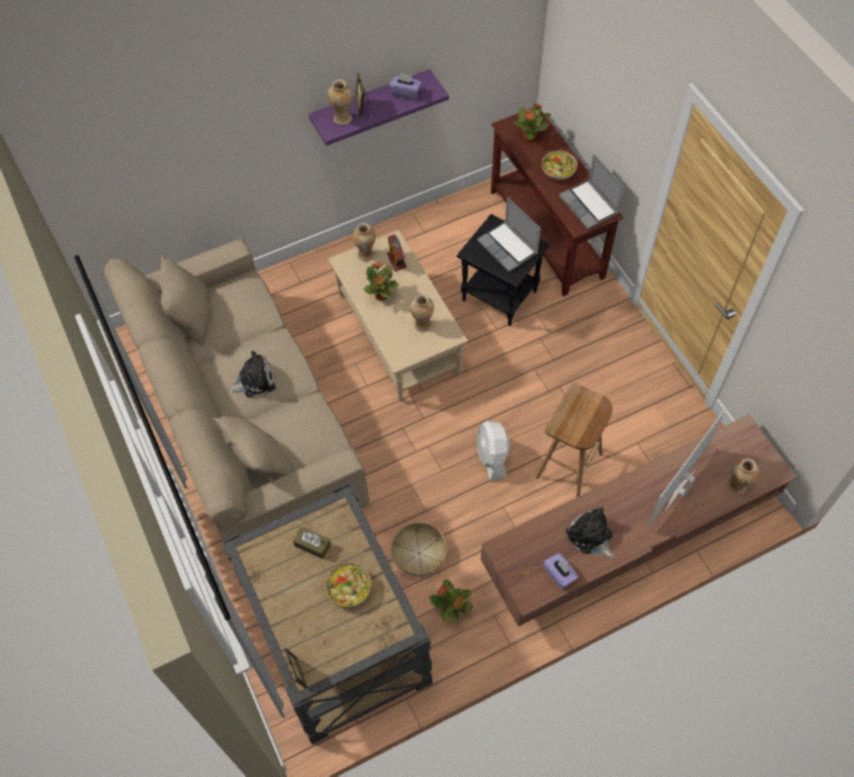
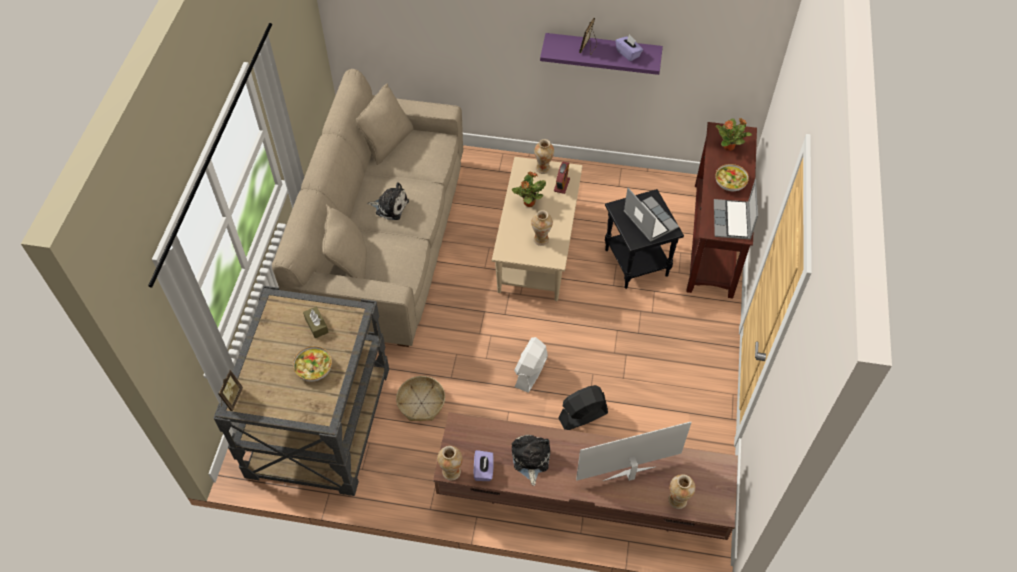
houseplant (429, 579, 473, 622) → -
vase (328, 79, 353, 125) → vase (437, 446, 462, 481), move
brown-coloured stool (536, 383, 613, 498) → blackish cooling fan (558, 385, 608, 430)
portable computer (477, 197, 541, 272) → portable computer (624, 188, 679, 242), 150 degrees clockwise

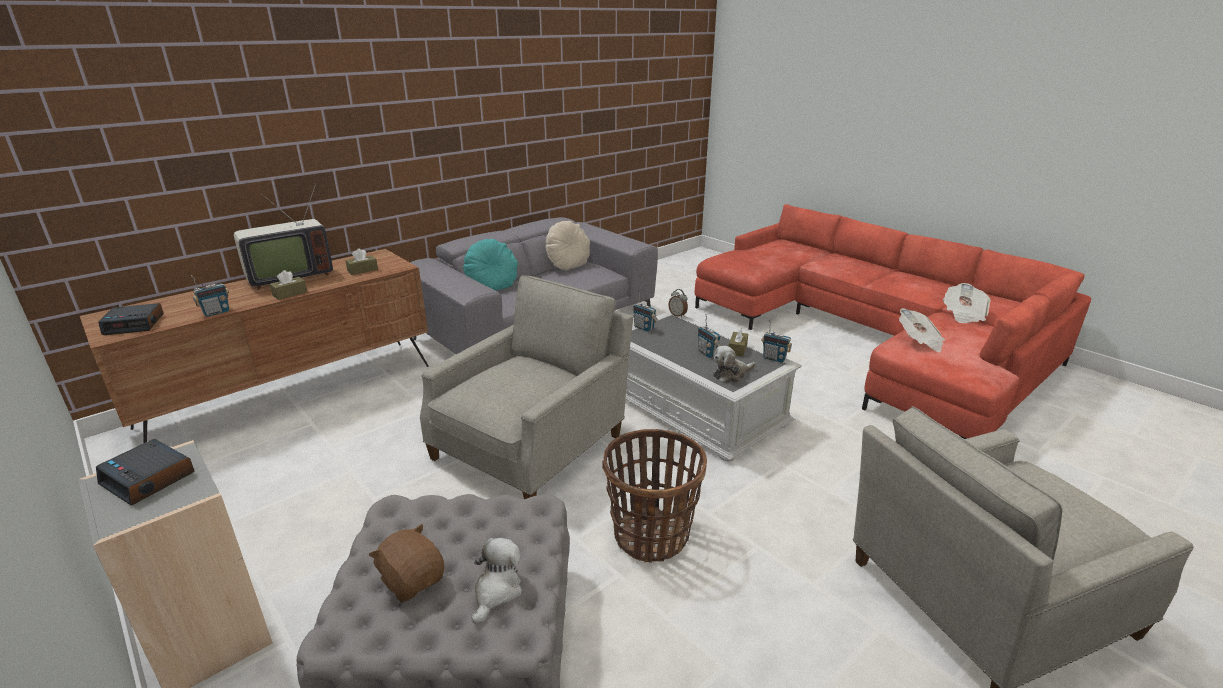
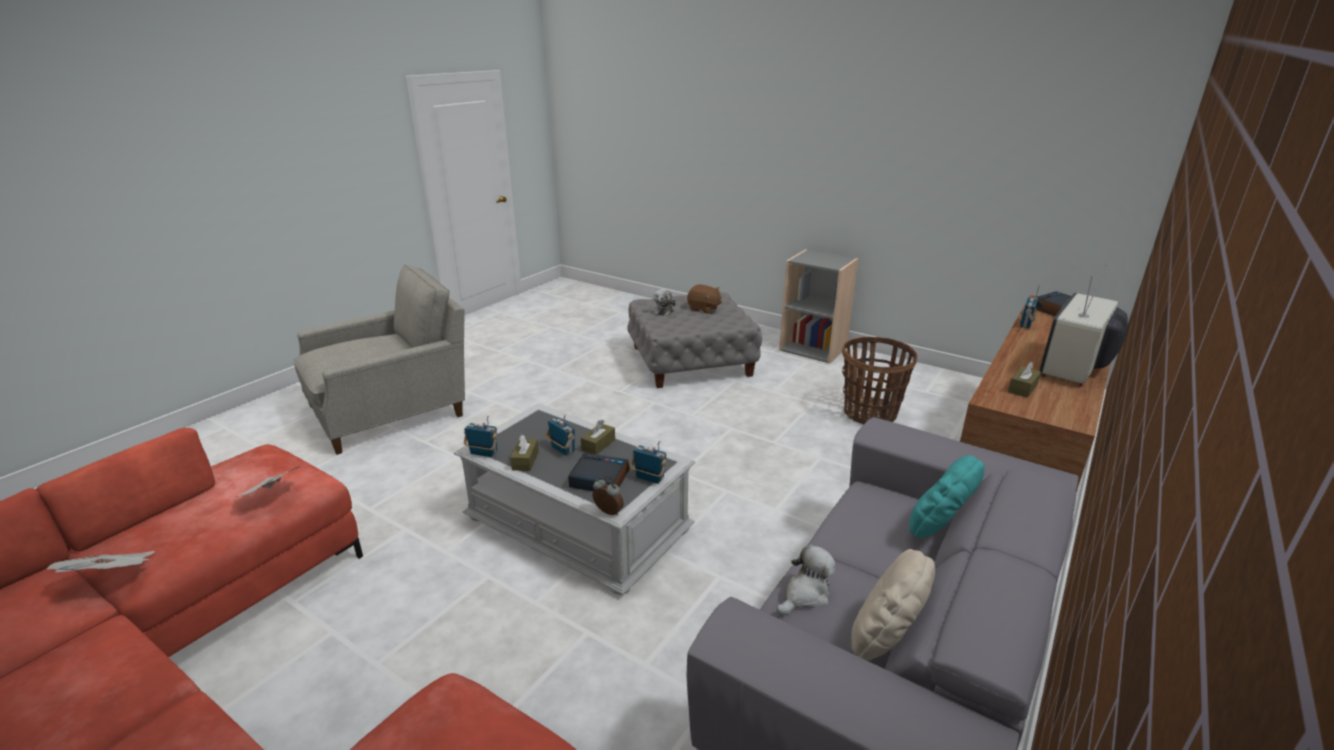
greyish lounge chair (420, 275, 633, 499) → -
bedside clock (96, 439, 194, 506) → bedside clock (568, 452, 630, 491), move
brown-coloured box of tissues (270, 270, 307, 300) → brown-coloured box of tissues (581, 420, 615, 454), move
storage basket (602, 429, 707, 563) → storage basket (842, 337, 917, 424), move
cuddly toy (713, 346, 756, 383) → cuddly toy (776, 544, 836, 615), move

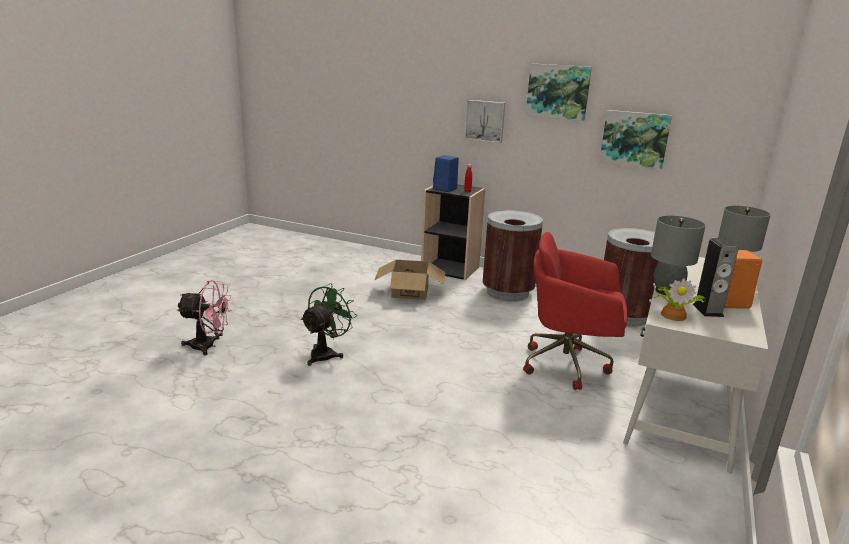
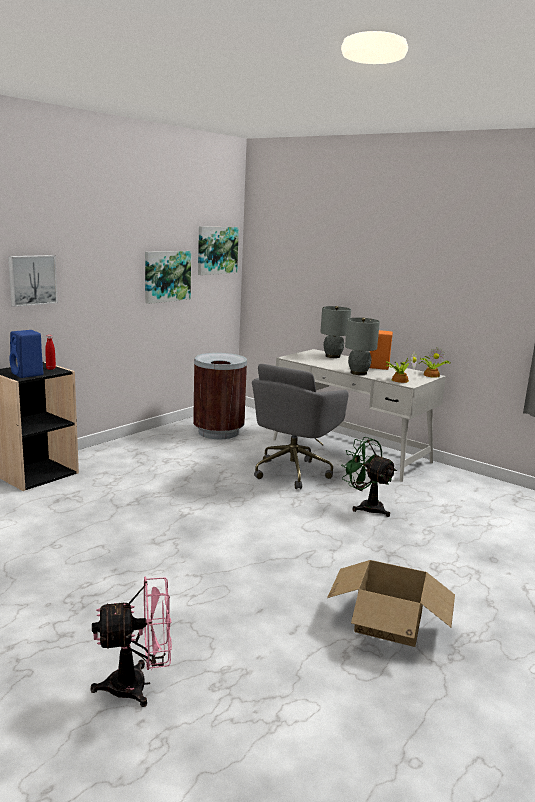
brown-coloured rubbish bin (483, 210, 543, 301) → -
speaker (693, 238, 739, 317) → -
- → houseplant (420, 348, 450, 378)
green cooling fan (301, 283, 357, 366) → green cooling fan (341, 437, 397, 517), move
carton (375, 260, 446, 300) → carton (327, 560, 455, 647), move
wall picture (526, 63, 592, 121) → wall picture (198, 226, 239, 275), move
reddish office chair (523, 232, 628, 390) → greyish office chair (252, 364, 349, 489)
pink cooling fan (177, 280, 231, 356) → pink cooling fan (91, 576, 172, 707), 60 degrees clockwise

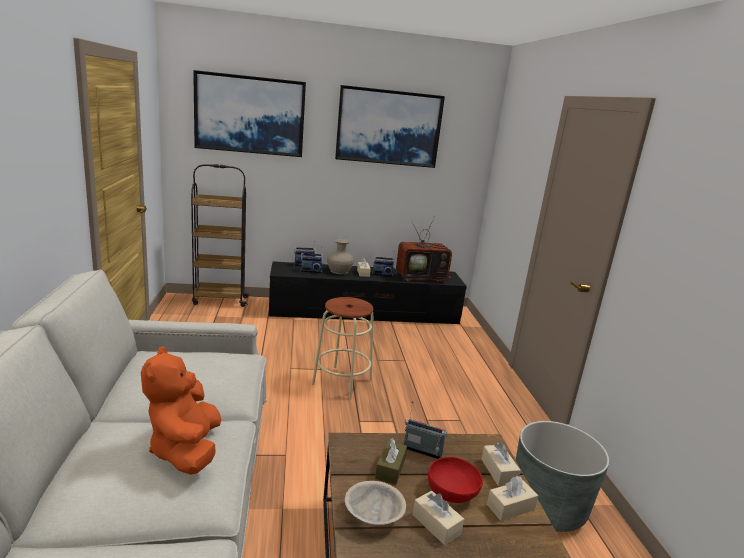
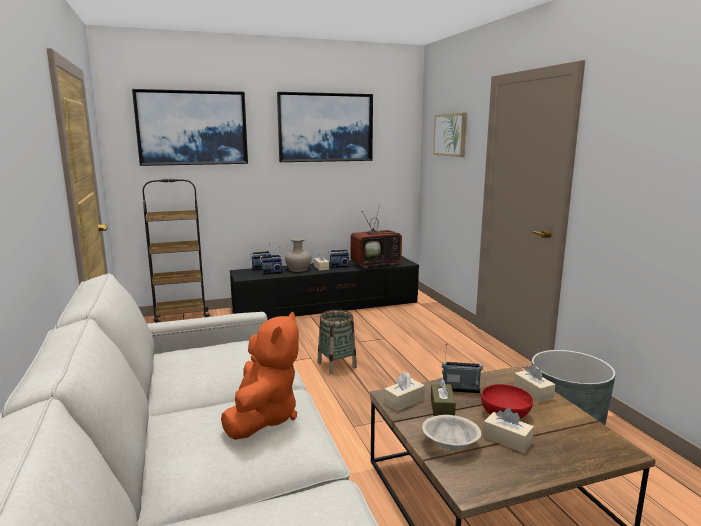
- → wall picture (433, 113, 467, 157)
sand-coloured box of tissues (487, 476, 538, 521) → sand-coloured box of tissues (384, 372, 425, 411), move
sand-coloured stool (312, 297, 373, 400) → storage basket (317, 310, 357, 374)
orange-coloured cuddly toy (141, 346, 221, 475) → orange-coloured cuddly toy (221, 312, 299, 440), 150 degrees counterclockwise

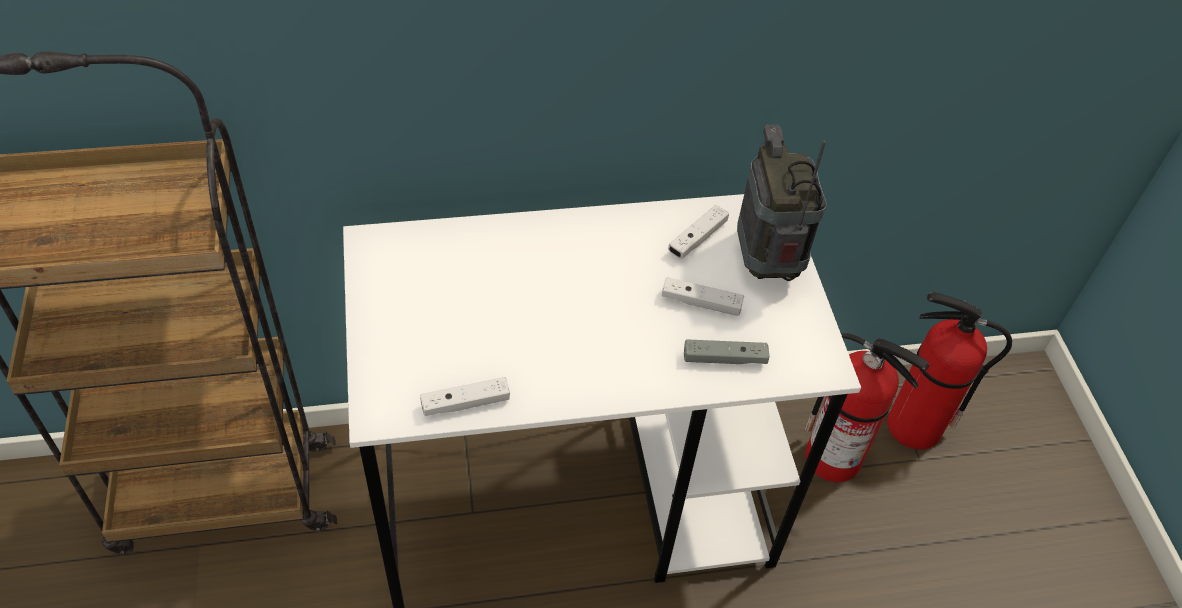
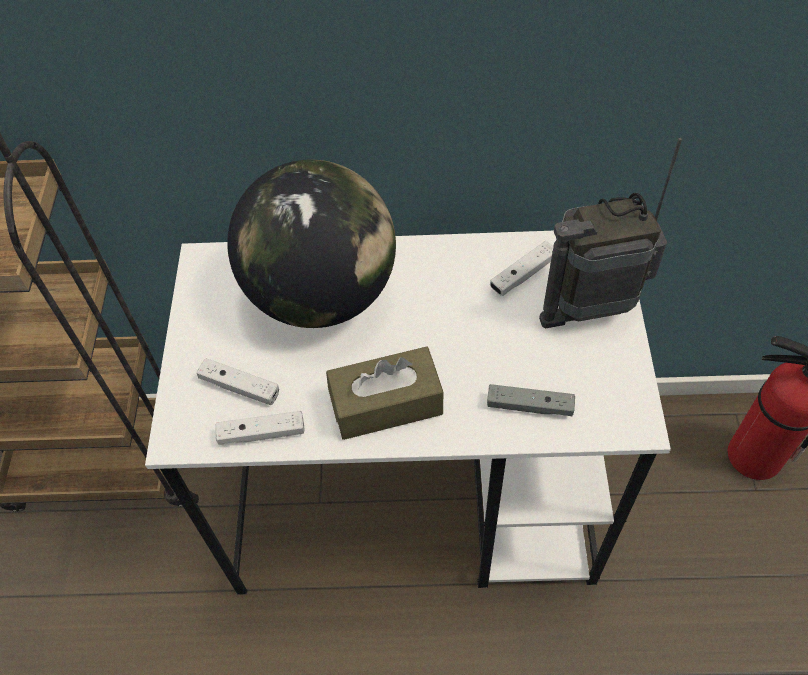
extinguisher (805, 333, 929, 482) → -
- → globe (227, 159, 396, 328)
- → brown-coloured box of tissues (326, 346, 443, 440)
white gamepad (662, 277, 744, 316) → white gamepad (197, 358, 279, 405), move
radio (737, 125, 827, 281) → radio (539, 138, 682, 328), 105 degrees counterclockwise

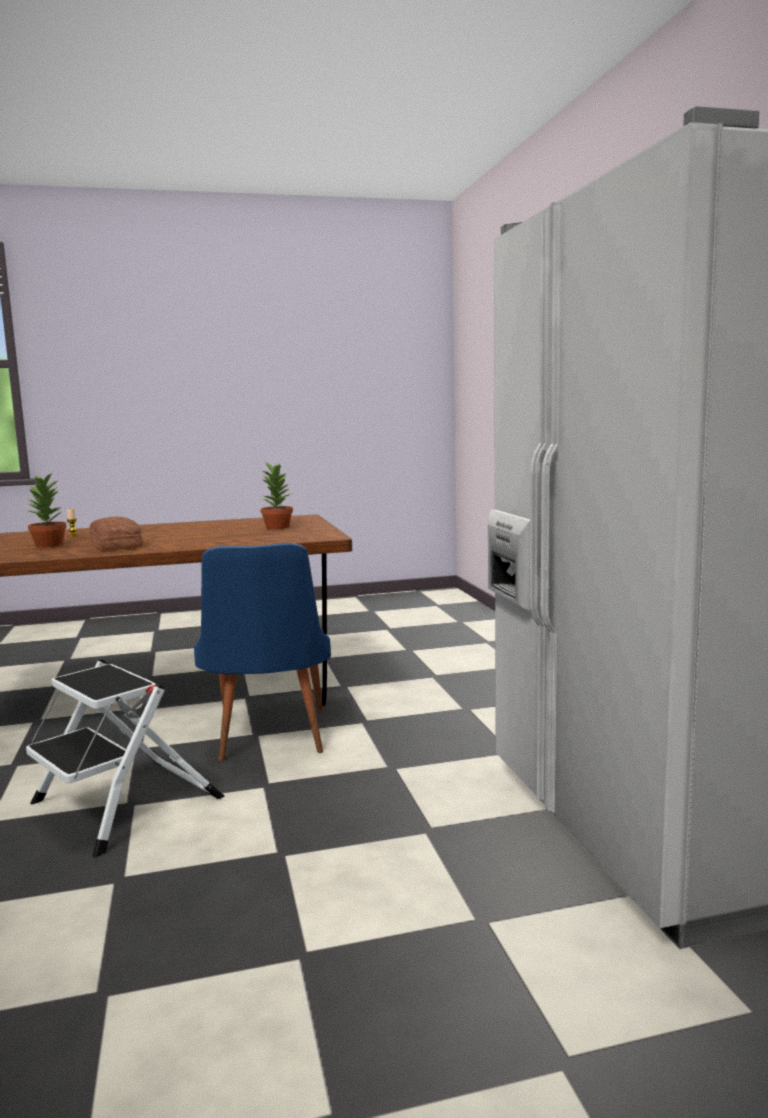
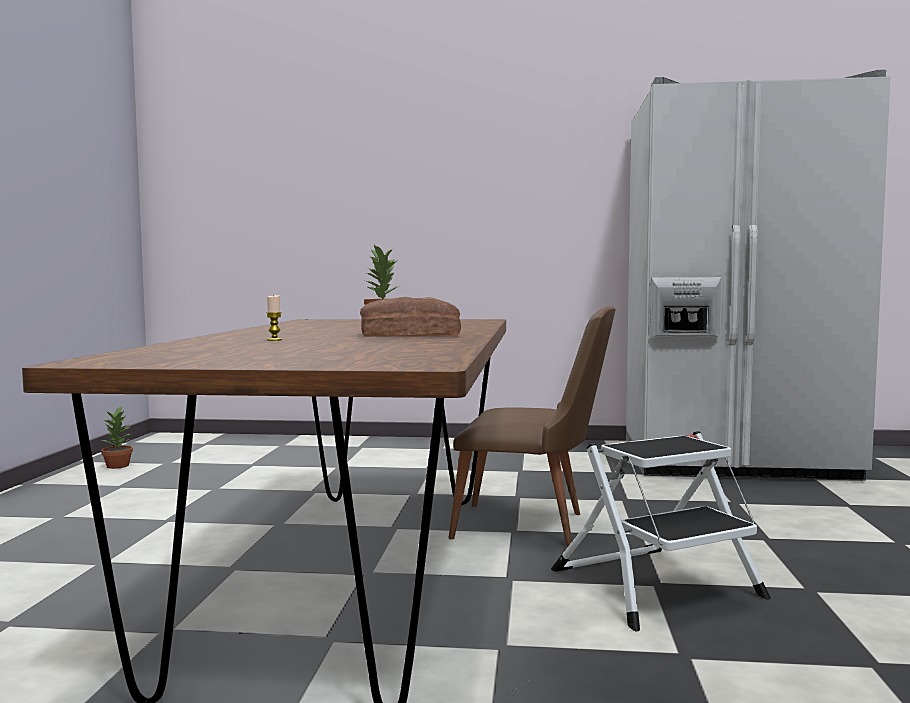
houseplant (25, 473, 67, 548) → houseplant (101, 406, 133, 469), move
blue plain chair (194, 543, 331, 761) → brown-coloured plain chair (449, 306, 616, 547)

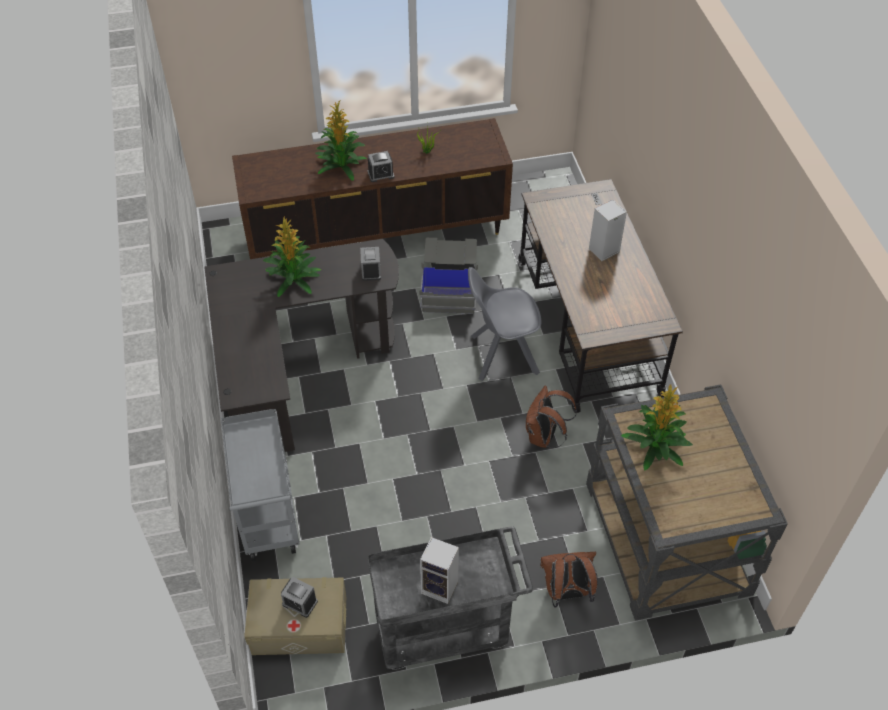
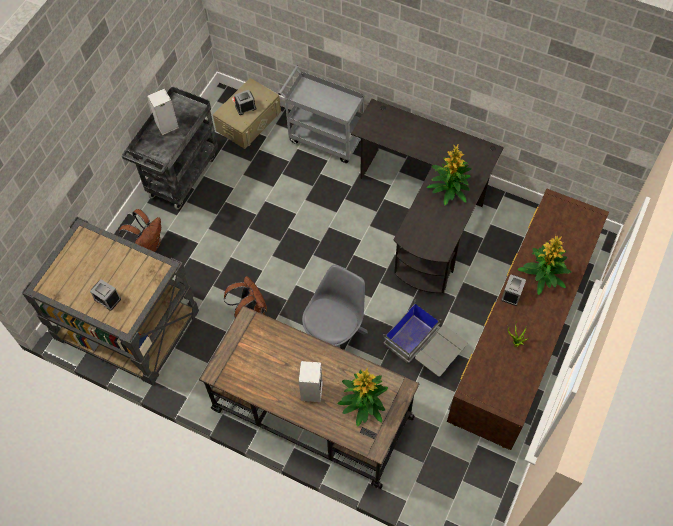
bedside clock (360, 247, 381, 281) → bedside clock (90, 279, 121, 311), move
houseplant (621, 384, 693, 471) → houseplant (337, 367, 388, 427), move

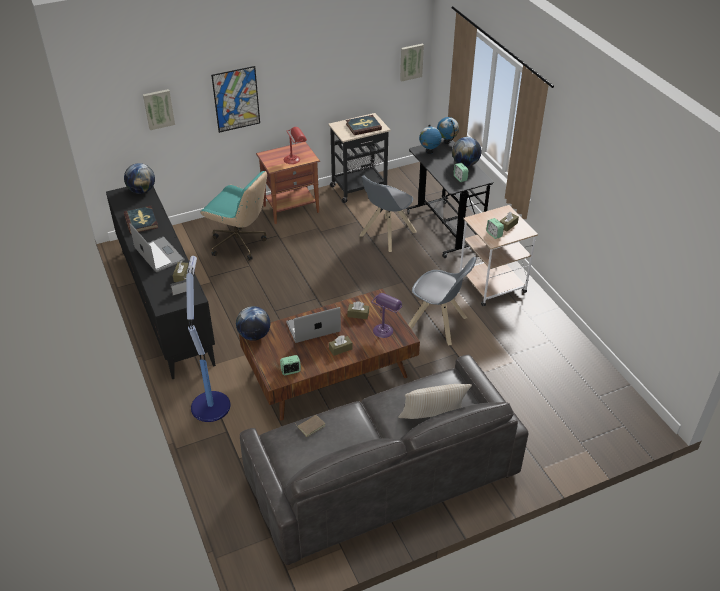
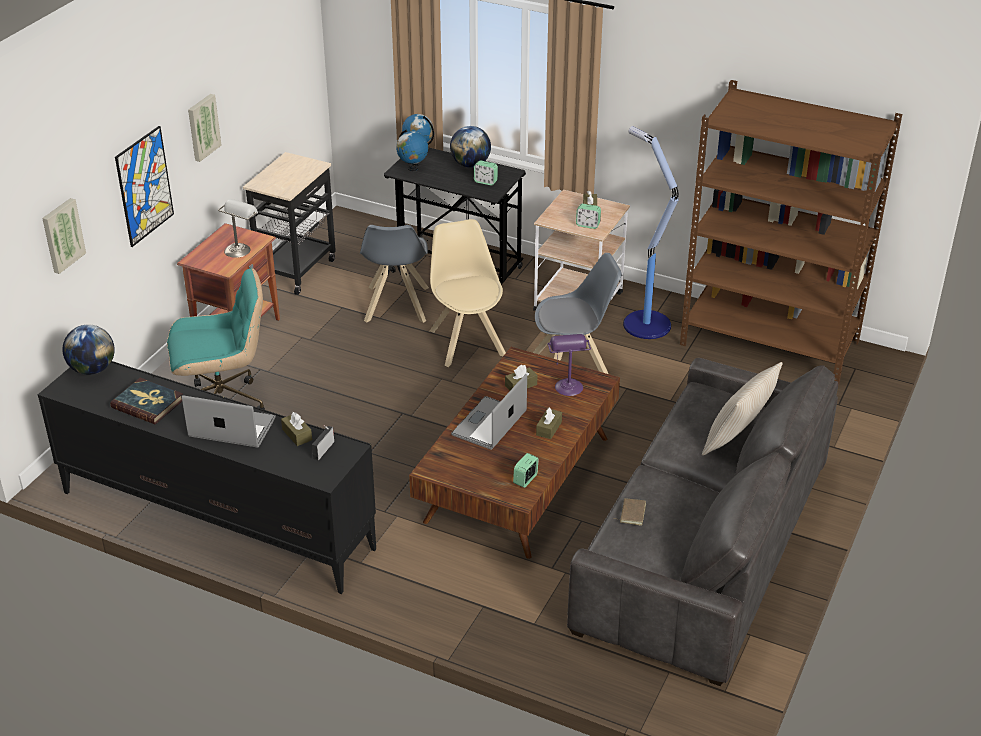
globe (236, 306, 270, 341) → -
book (346, 115, 382, 135) → -
- → sand-coloured plain chair (430, 219, 506, 367)
- → brown-coloured bookcase (680, 80, 902, 386)
floor lamp (186, 256, 231, 422) → floor lamp (623, 126, 679, 339), move
wall picture (400, 44, 424, 81) → wall picture (188, 94, 222, 162), move
reddish table lamp (284, 127, 307, 164) → white table lamp (218, 199, 258, 258)

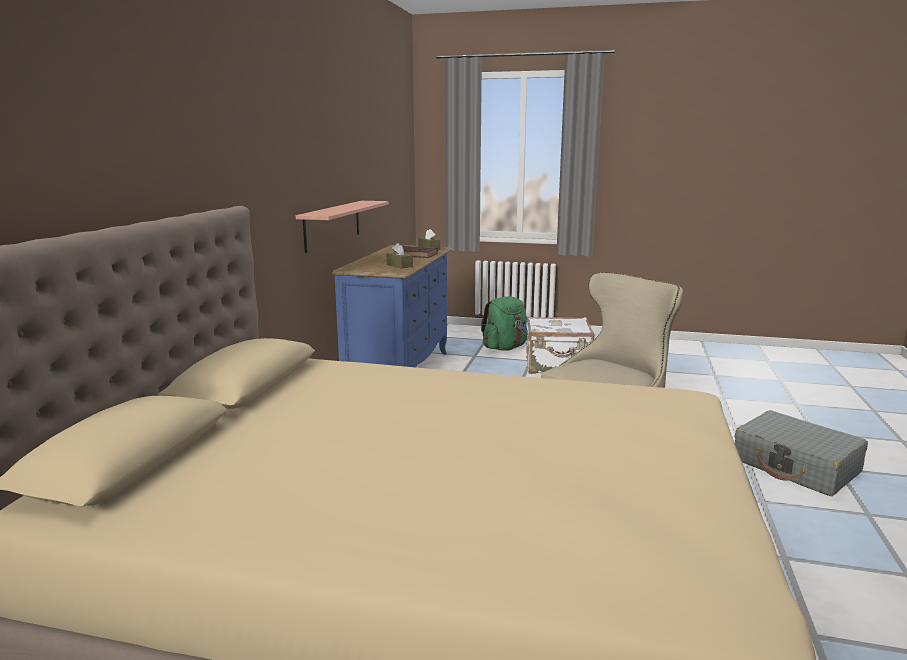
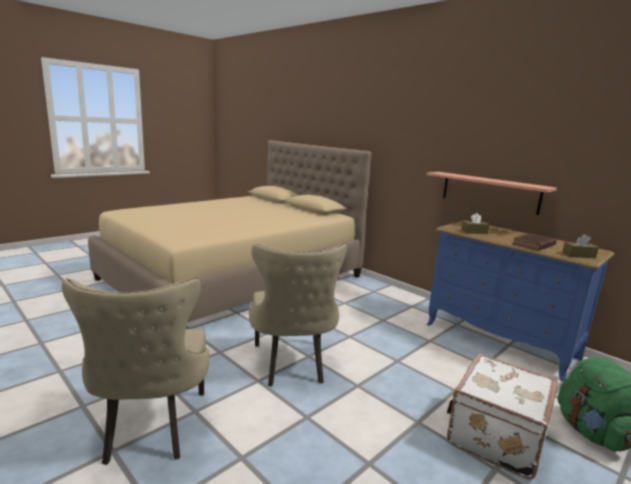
greyish piece of luggage (735, 410, 868, 496) → sand-coloured plain chair (62, 278, 209, 465)

